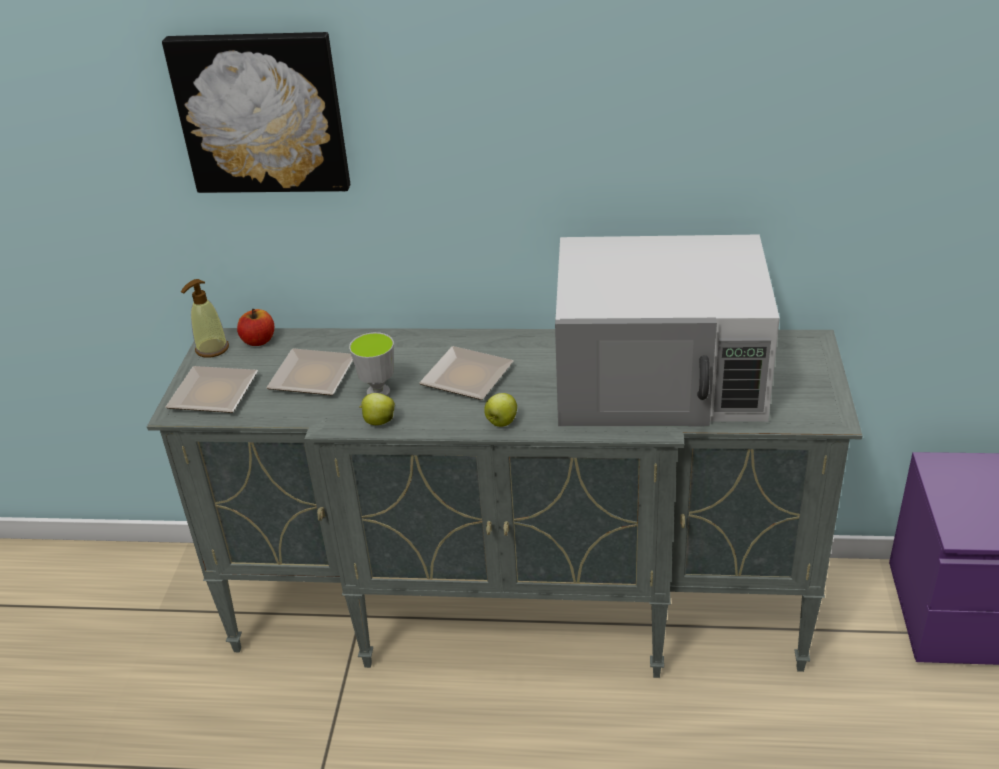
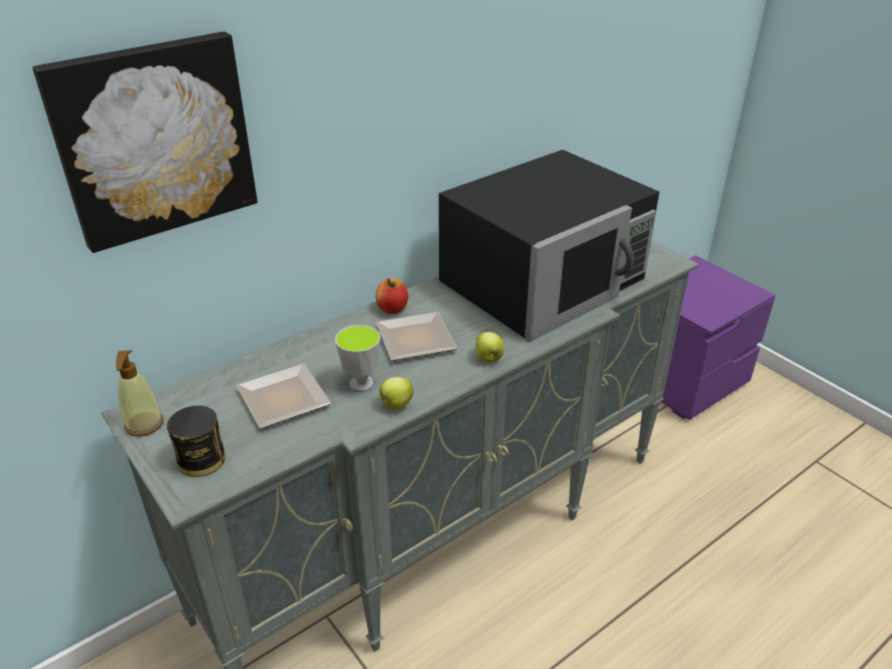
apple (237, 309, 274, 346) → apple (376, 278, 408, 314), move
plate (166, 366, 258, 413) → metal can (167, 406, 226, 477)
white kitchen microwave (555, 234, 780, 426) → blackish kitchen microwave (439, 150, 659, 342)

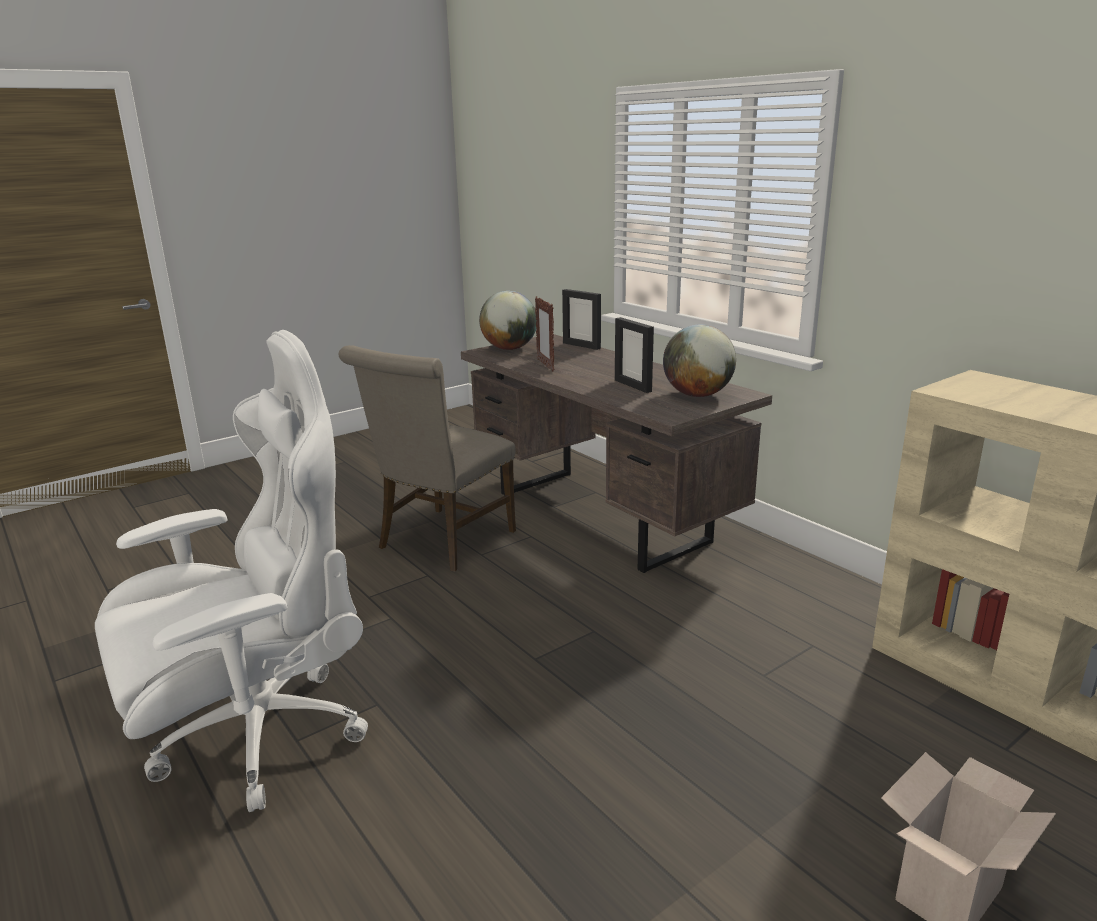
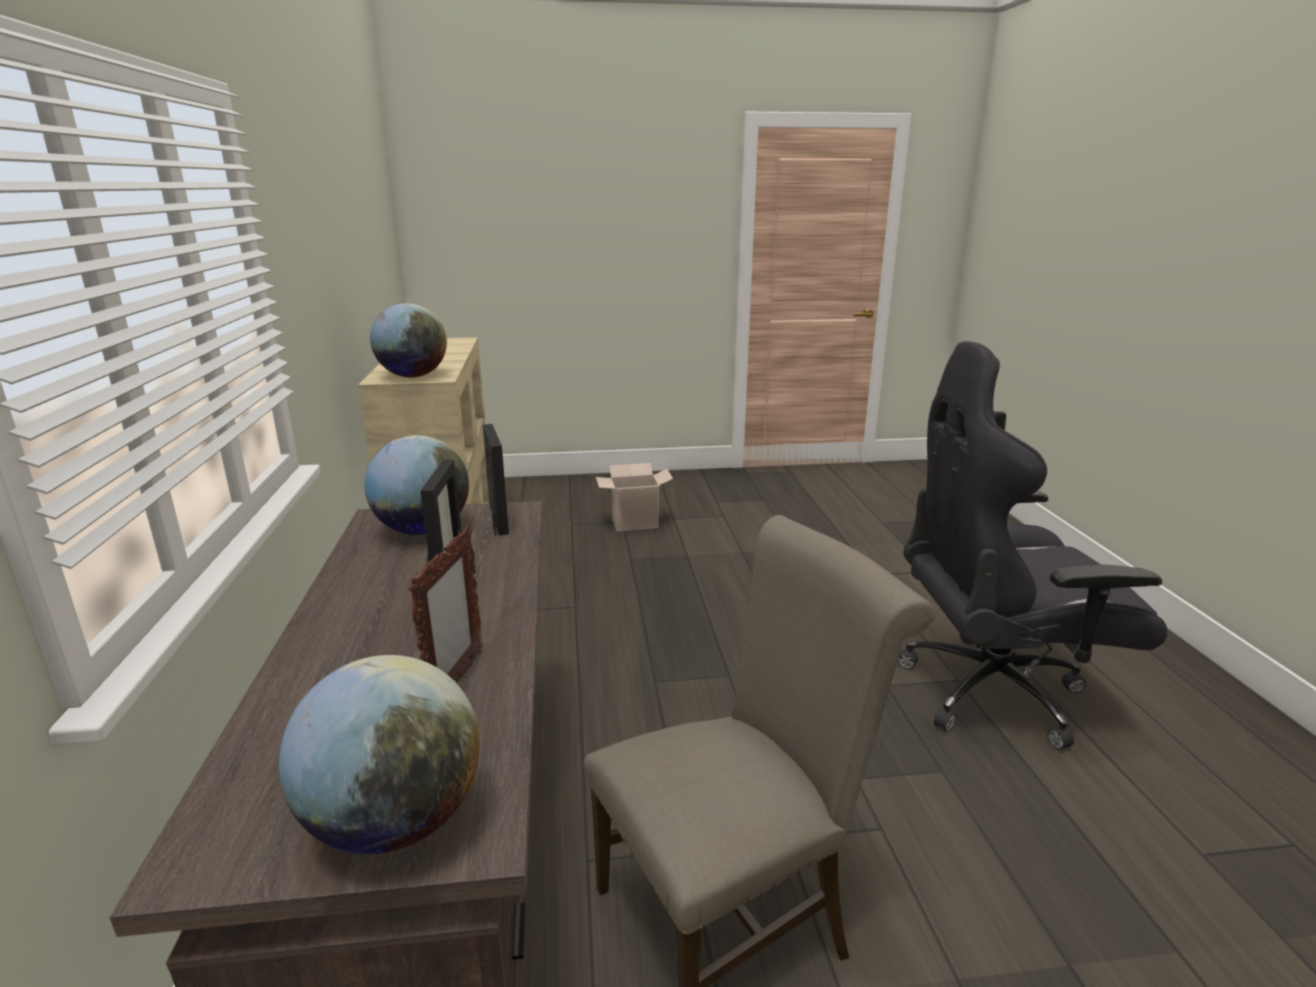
- → globe (370, 303, 447, 377)
picture frame (562, 289, 601, 350) → picture frame (483, 424, 509, 536), move
white office chair (95, 330, 368, 812) → blackish office chair (897, 341, 1168, 750)

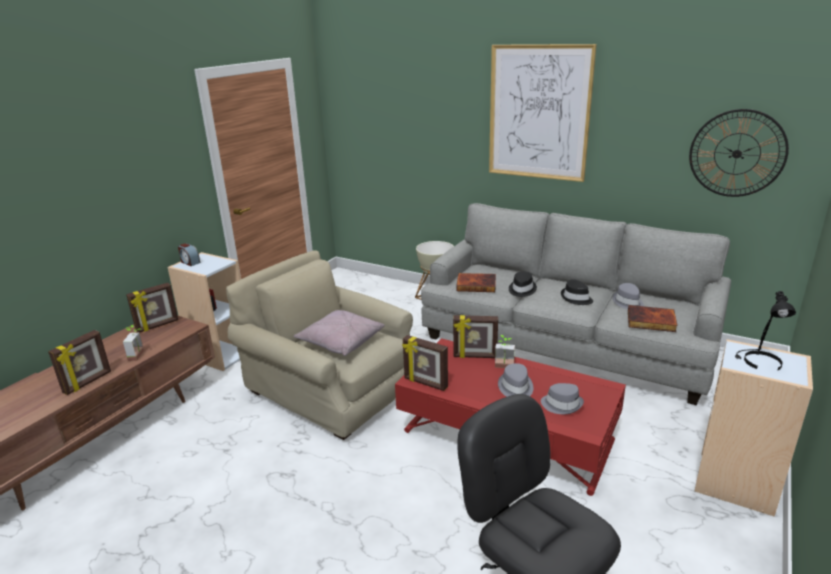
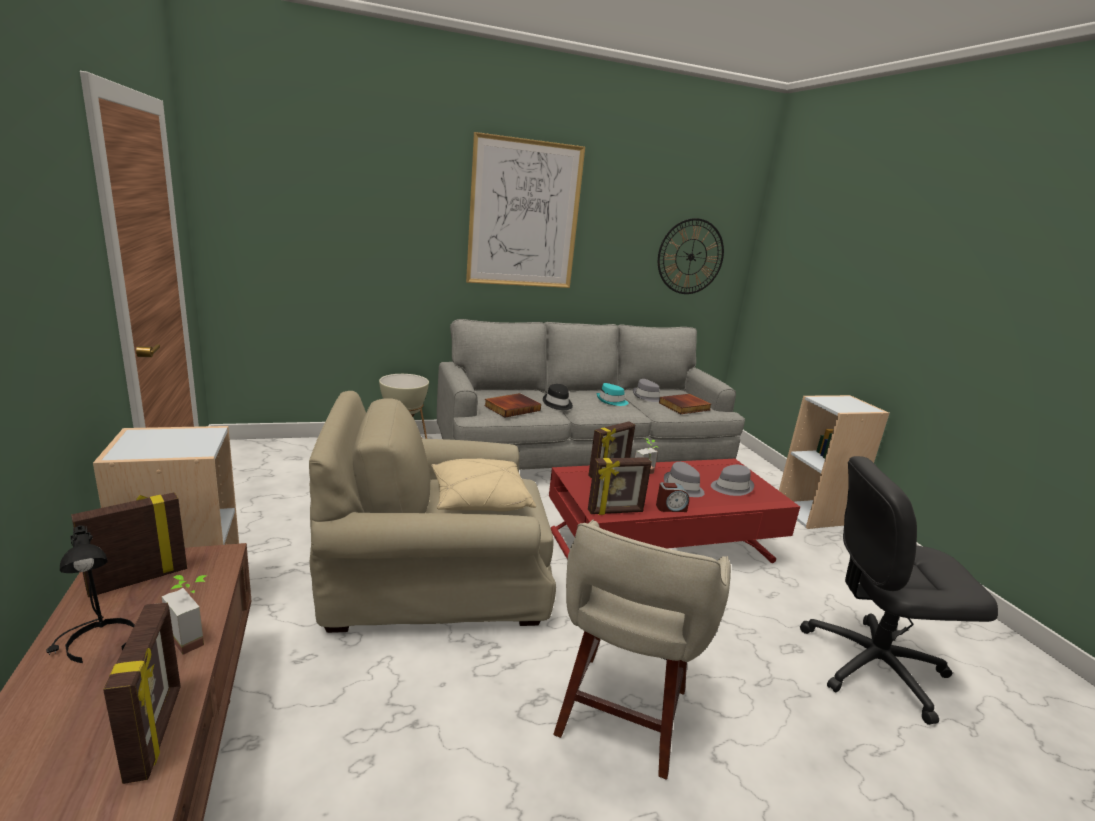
- → sand-coloured stool (553, 520, 731, 780)
bedside clock (178, 243, 200, 266) → bedside clock (656, 482, 689, 512), move
blackish table lamp (735, 291, 796, 371) → blackish table lamp (46, 525, 135, 663), move
purple pillow (294, 310, 385, 356) → sand-coloured pillow (431, 458, 536, 512)
blackish hat (561, 279, 593, 305) → turquoise hat (597, 383, 628, 406)
picture frame (126, 283, 178, 333) → picture frame (71, 492, 187, 597), 135 degrees counterclockwise

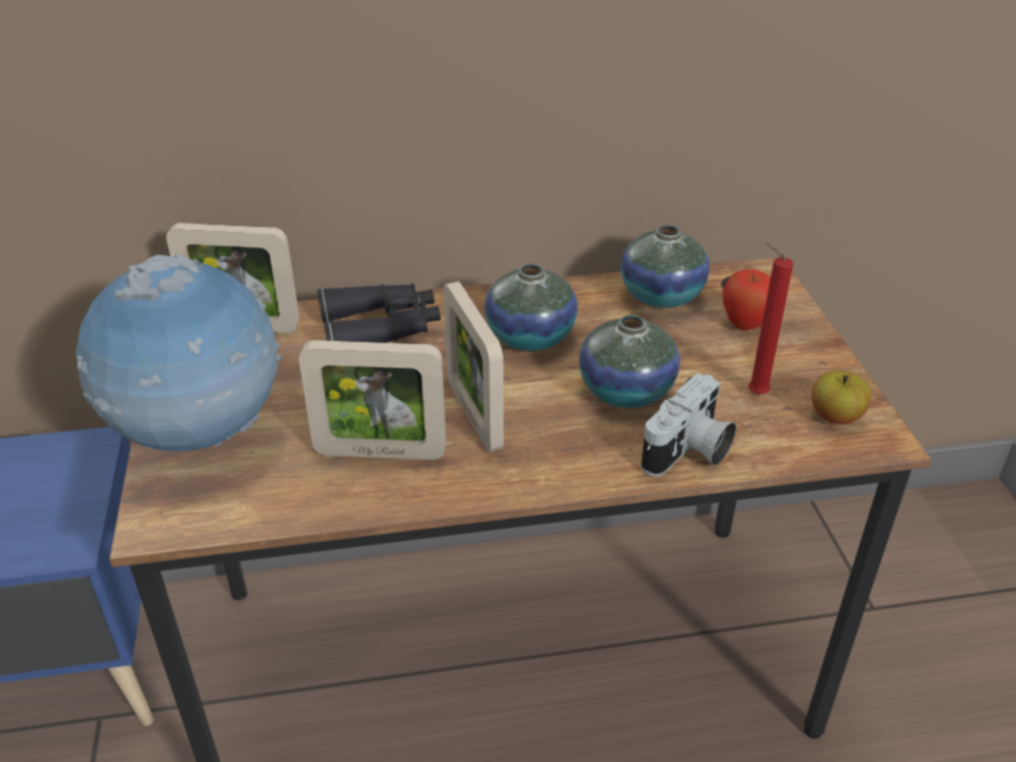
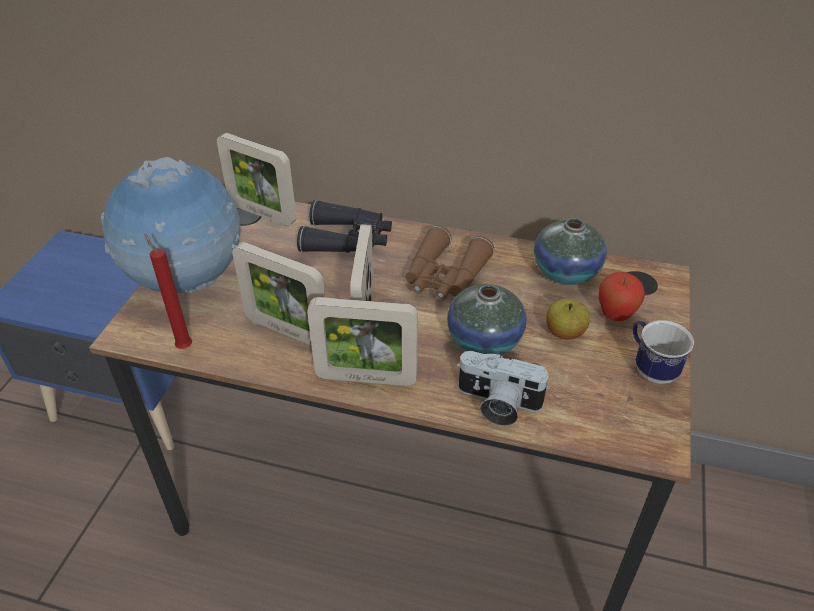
- → picture frame (307, 297, 418, 386)
- → mug (633, 320, 694, 384)
reddish candle (748, 242, 793, 395) → reddish candle (144, 234, 192, 349), move
apple (811, 371, 871, 424) → apple (546, 299, 590, 340), move
vase (484, 264, 578, 351) → brown-coloured pair of binoculars (405, 225, 494, 301)
still camera (641, 373, 736, 476) → still camera (457, 351, 550, 426), 45 degrees clockwise

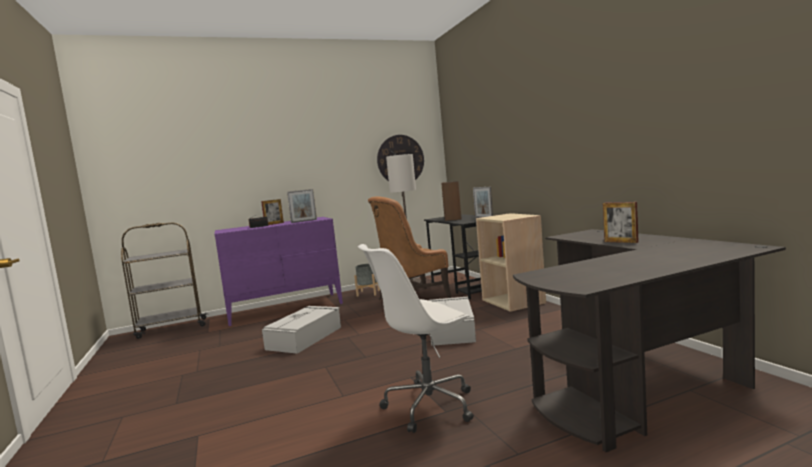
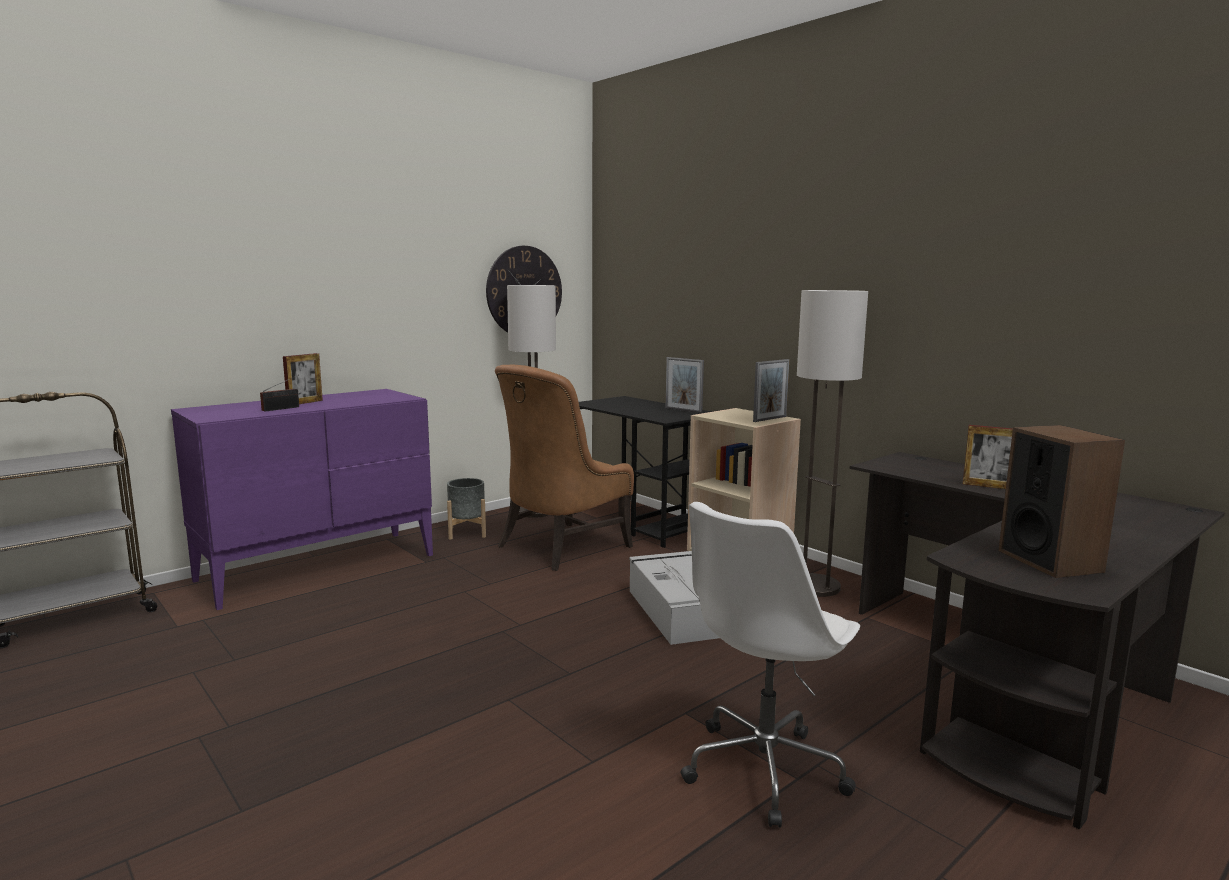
greyish storage box (262, 306, 341, 354) → -
- → floor lamp (797, 290, 868, 597)
picture frame (287, 189, 317, 223) → picture frame (753, 359, 789, 422), move
speaker (441, 181, 462, 221) → speaker (998, 425, 1125, 578), move

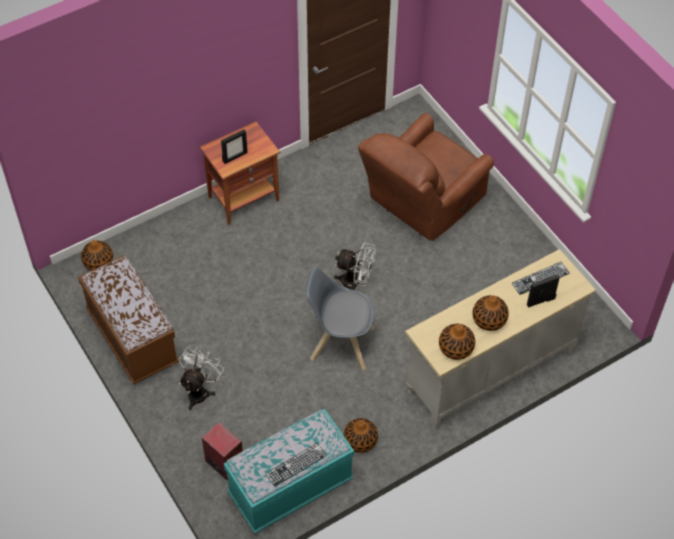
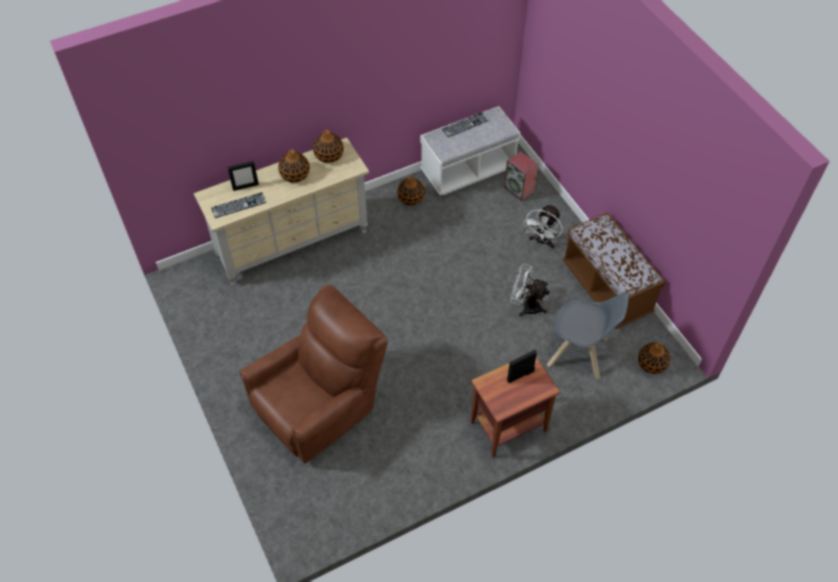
greyish plain chair (306, 267, 375, 370) → greyish plain chair (547, 293, 628, 379), move
white cooling fan (334, 243, 376, 290) → white cooling fan (511, 264, 550, 317), move
turquoise indoor bench (224, 409, 354, 534) → white indoor bench (420, 106, 521, 195)

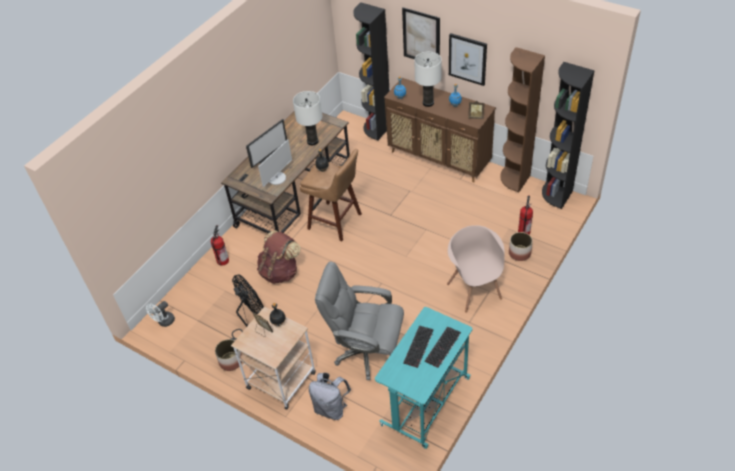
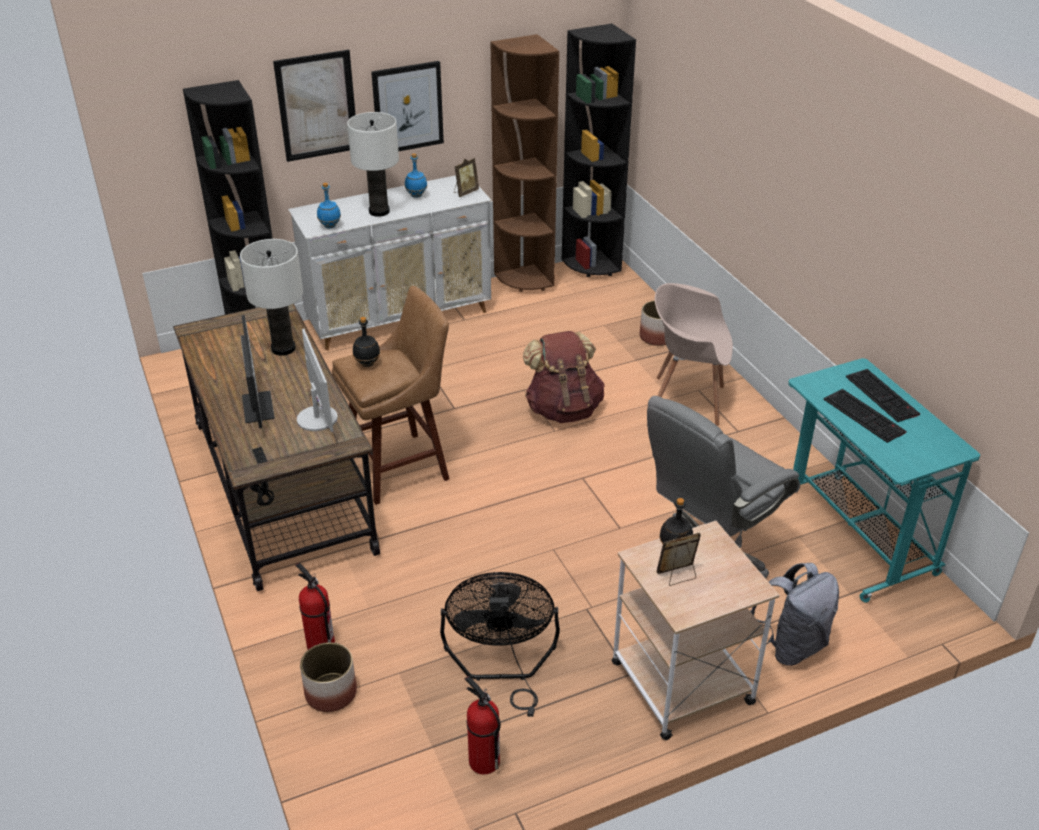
white cooling fan (146, 301, 175, 327) → -
plant pot (215, 339, 242, 371) → plant pot (300, 642, 357, 712), move
brown-coloured backpack (257, 230, 300, 284) → brown-coloured backpack (523, 331, 604, 423), move
extinguisher (518, 195, 533, 235) → extinguisher (465, 676, 501, 774), move
brown-coloured cupboard (384, 78, 496, 182) → white cupboard (288, 175, 491, 351)

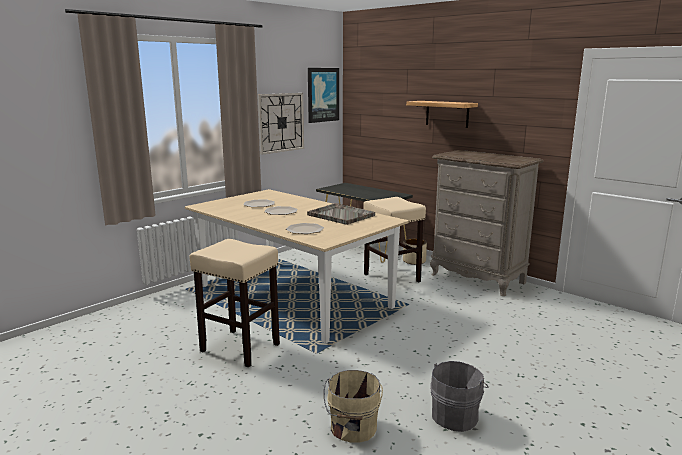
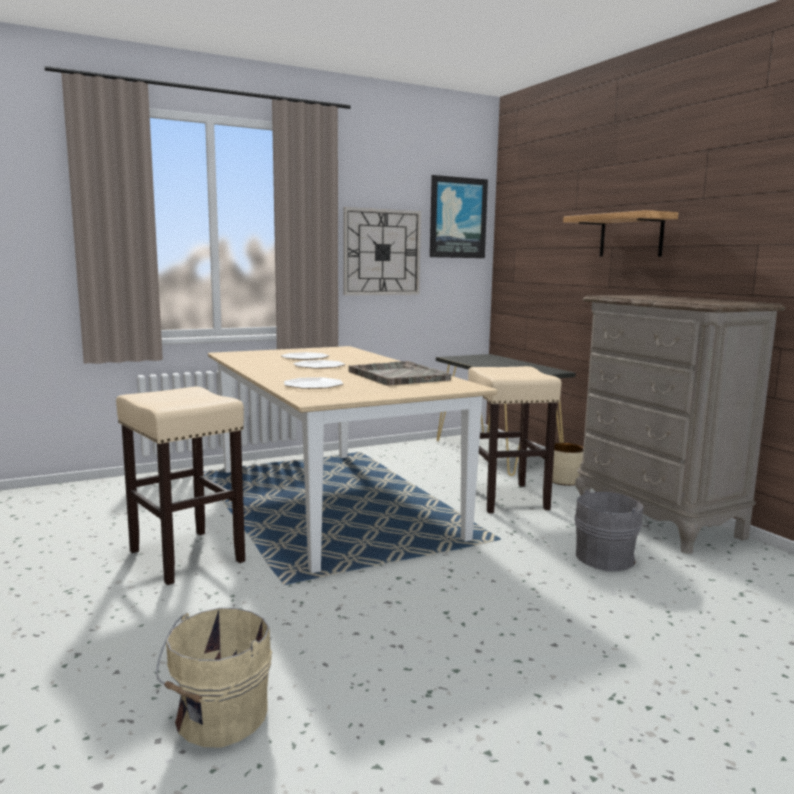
greyish bucket (430, 361, 489, 432) → greyish bucket (574, 490, 649, 571), move

